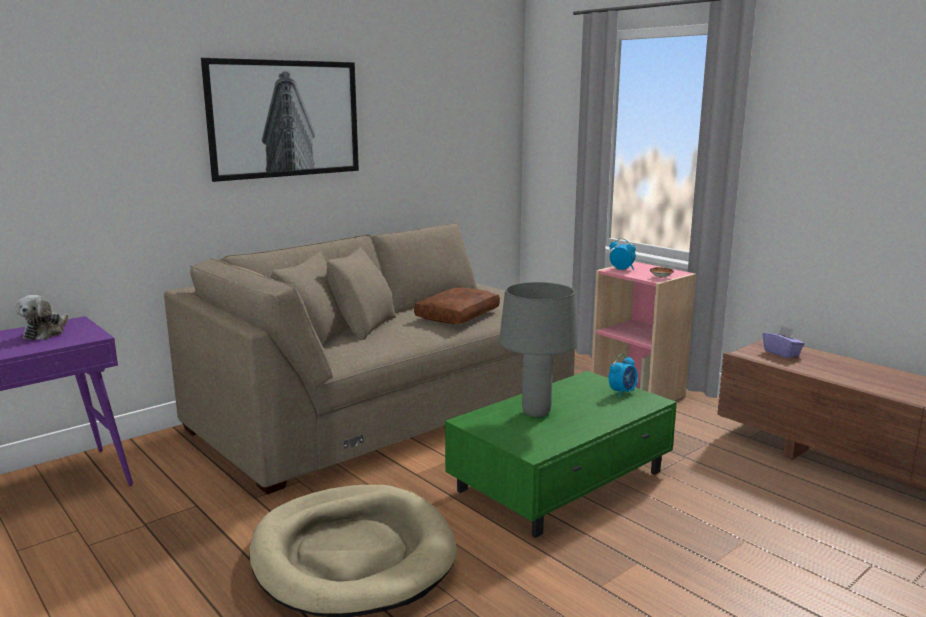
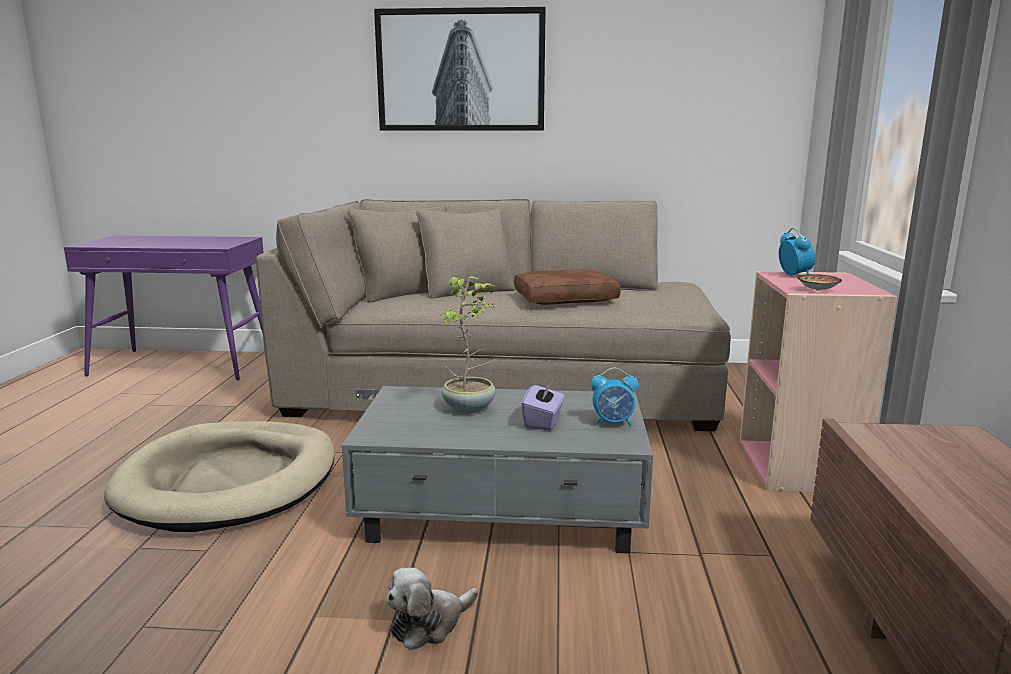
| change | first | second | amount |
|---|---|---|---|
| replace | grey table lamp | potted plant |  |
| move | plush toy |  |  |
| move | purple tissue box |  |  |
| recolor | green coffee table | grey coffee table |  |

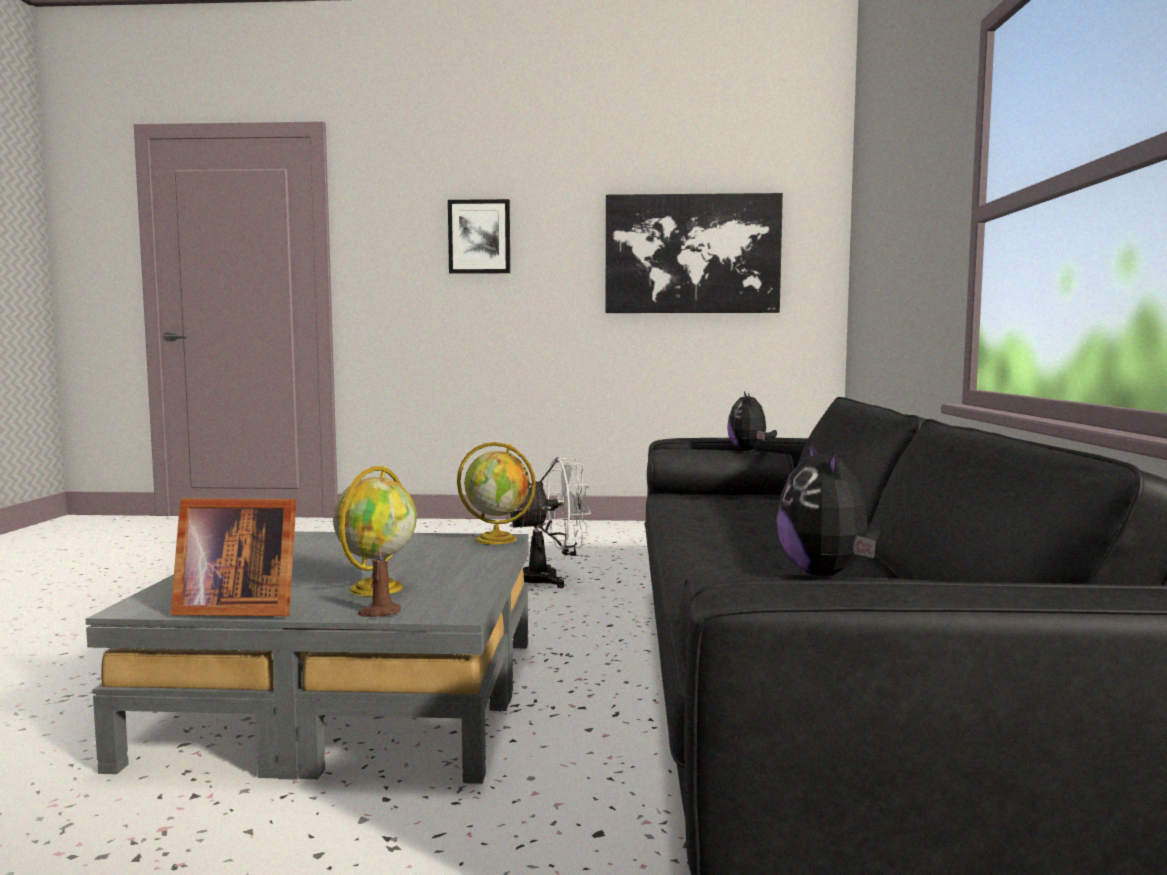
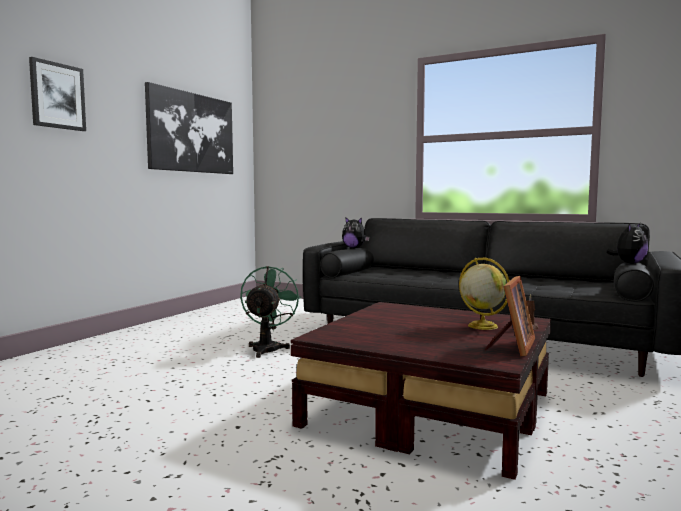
| change | first | second | amount |
|---|---|---|---|
| rotate | plush toy (2nd from left) |  | 60 degrees counterclockwise |
| delete | globe (2nd from left) |  |  |
| recolor | white fan | green fan |  |
| recolor | grey coffee table | brown coffee table |  |

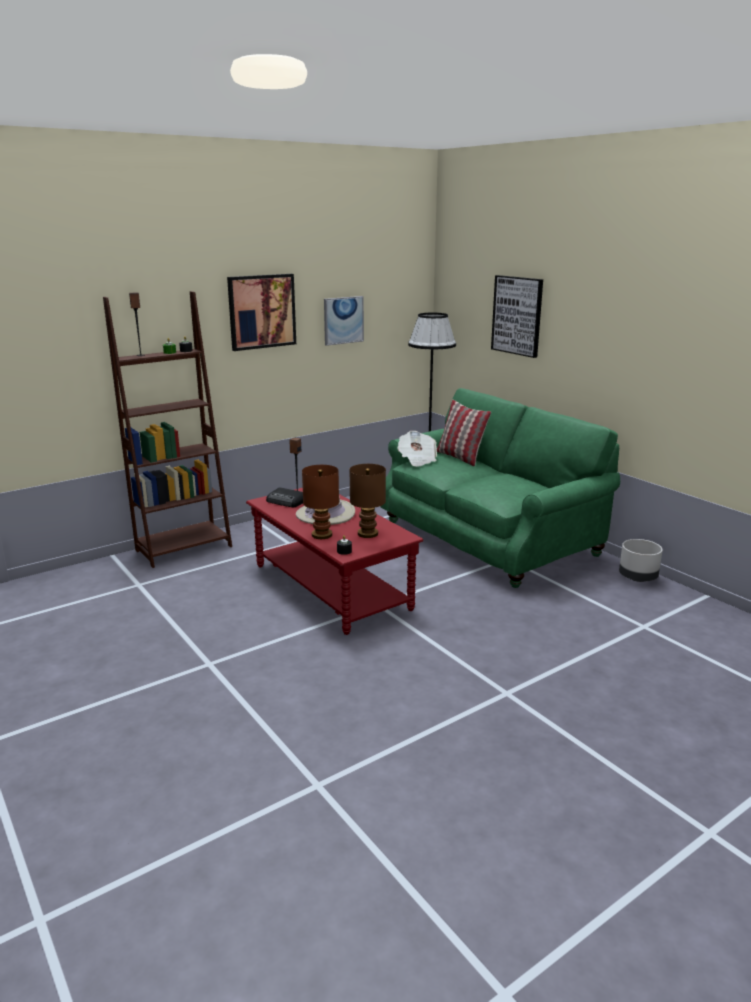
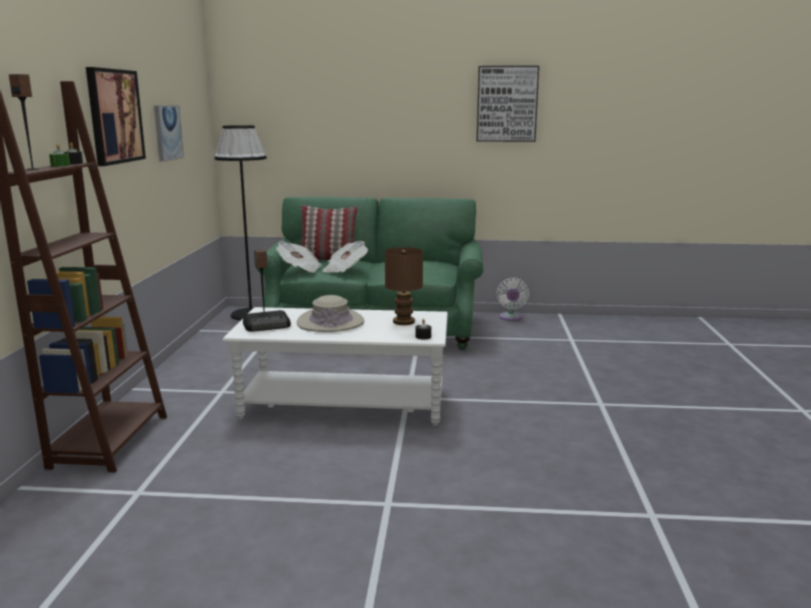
| change | first | second | amount |
|---|---|---|---|
| move | picture (3rd from left) |  |  |
| delete | brown table lamp (1st from left) |  |  |
| recolor | red coffee table | white coffee table |  |
| replace | grey planter | white fan |  |
| insert |  | newspaper (2nd from left) |  |

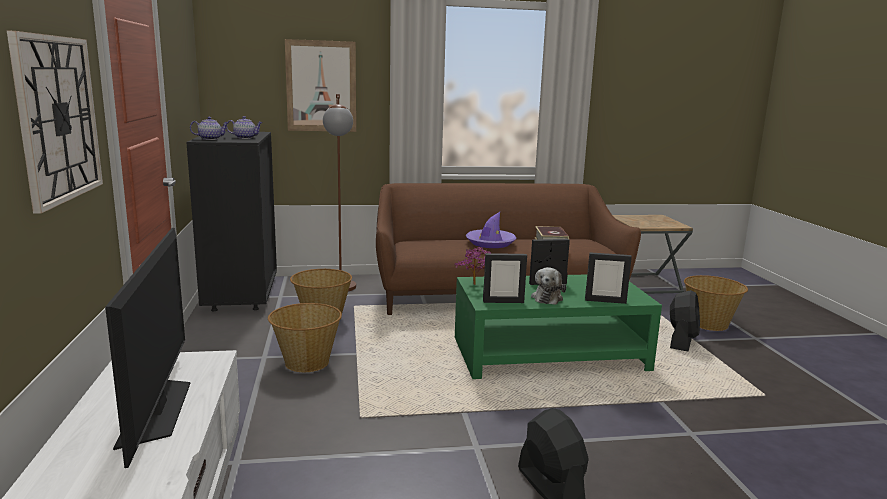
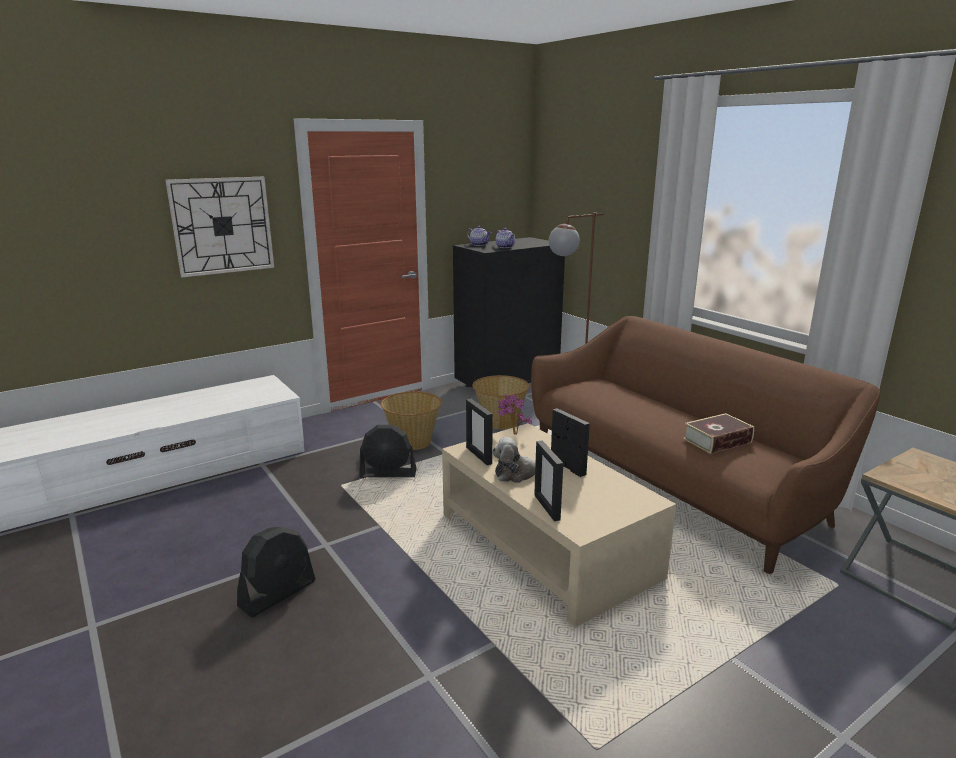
| change | first | second | amount |
|---|---|---|---|
| delete | picture |  |  |
| delete | purple hat |  |  |
| delete | television |  |  |
| recolor | green coffee table | beige coffee table |  |
| delete | basket (3rd from left) |  |  |
| move | black fan (2nd from left) |  |  |

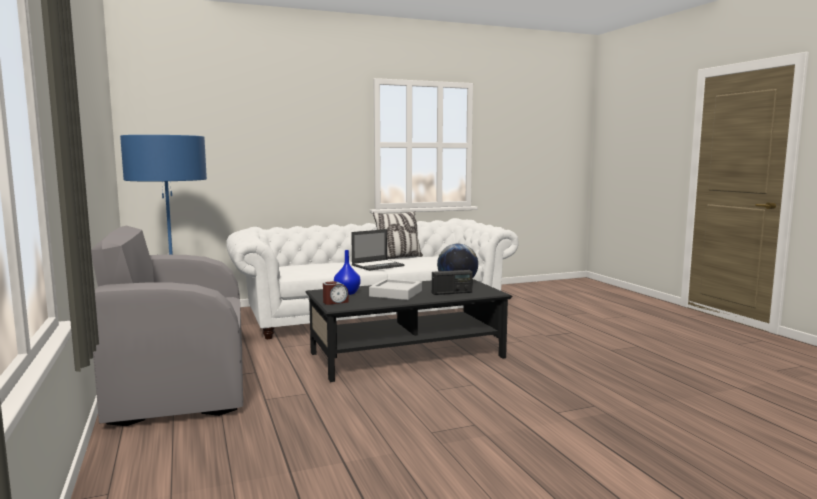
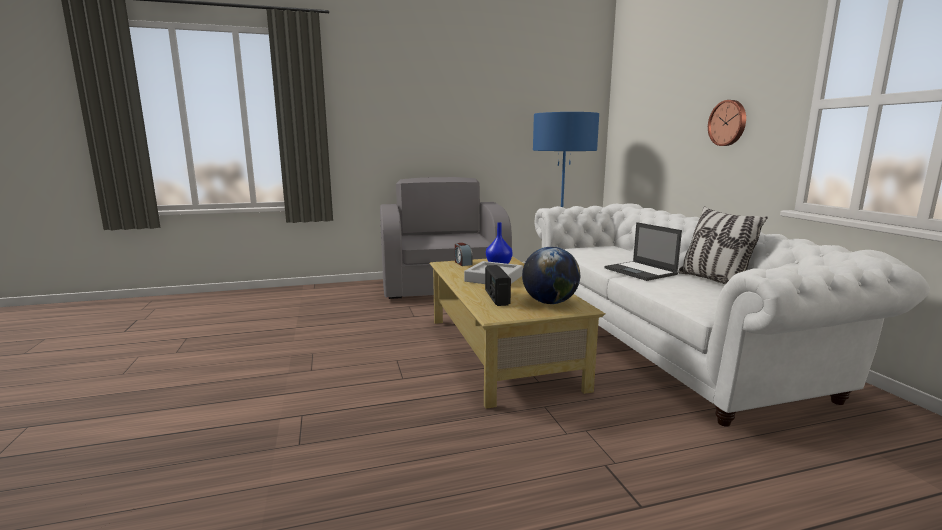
| change | first | second | amount |
|---|---|---|---|
| recolor | black coffee table | beige coffee table |  |
| insert |  | wall clock |  |

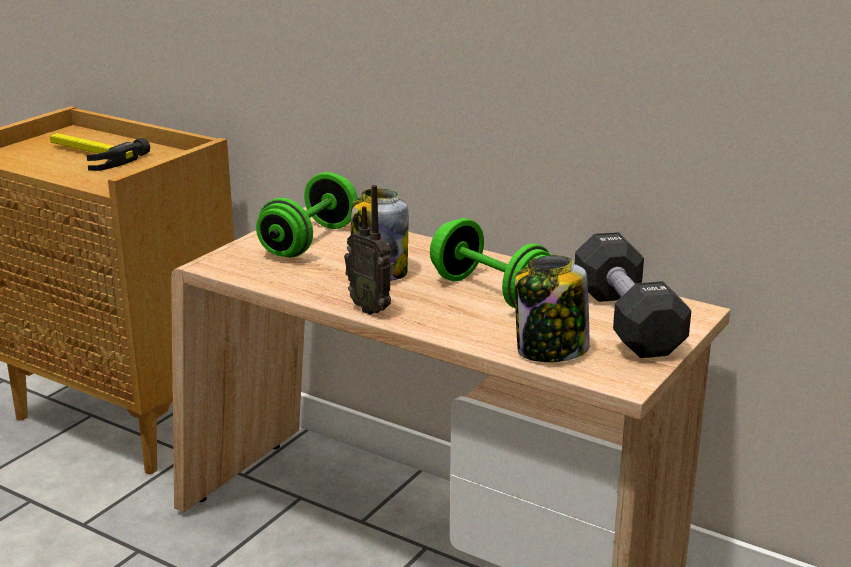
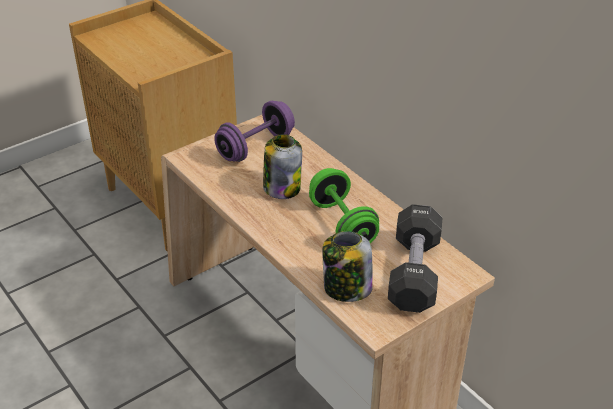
| change | first | second | amount |
|---|---|---|---|
| delete | hammer |  |  |
| recolor | green dumbbell (1st from left) | purple dumbbell |  |
| delete | radio |  |  |

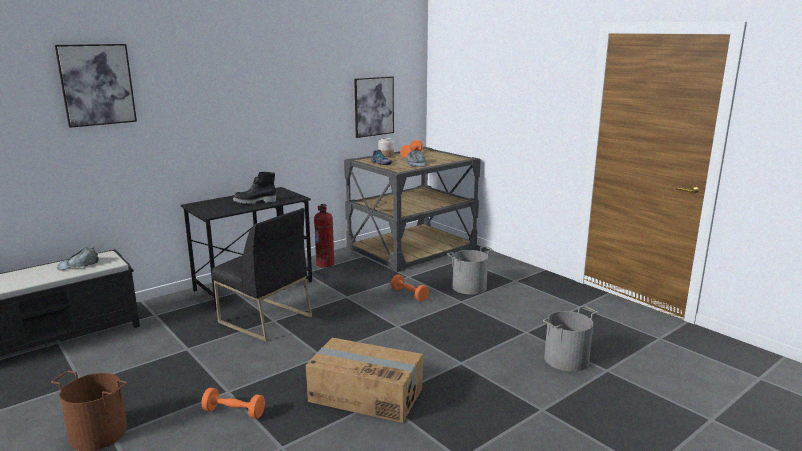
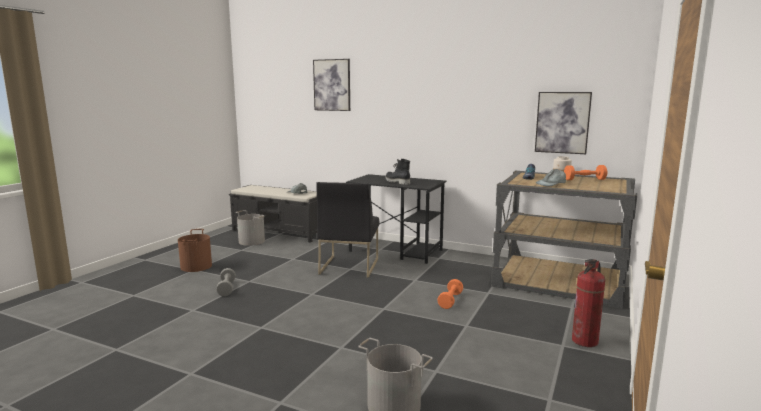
| change | first | second | amount |
|---|---|---|---|
| move | fire extinguisher |  |  |
| move | grey bucket (1st from left) |  |  |
| delete | cardboard box |  |  |
| recolor | orange dumbbell (1st from left) | grey dumbbell |  |

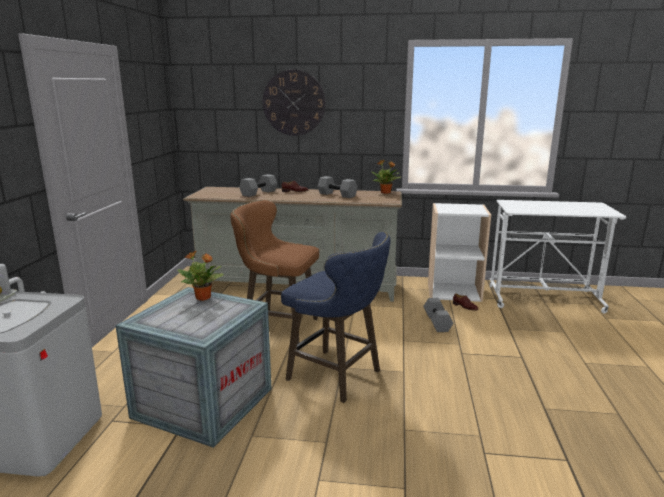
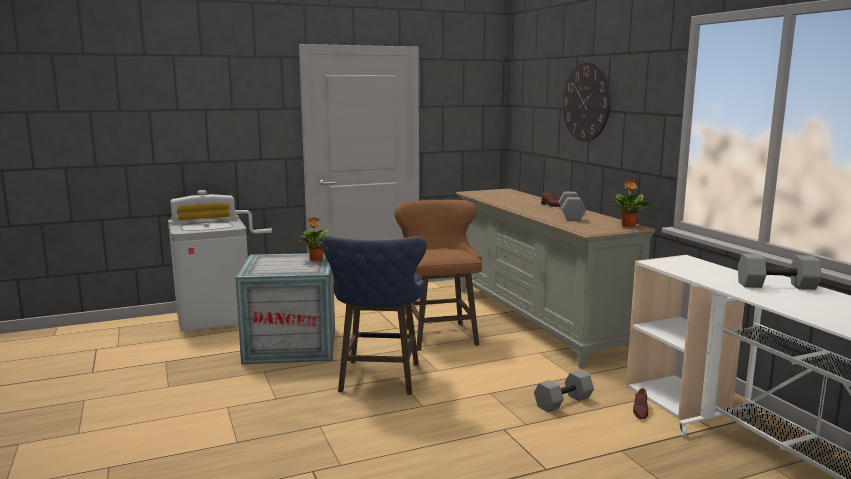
| change | first | second | amount |
|---|---|---|---|
| move | grey dumbbell (1st from left in the first image) | grey dumbbell (3rd from left) |  |

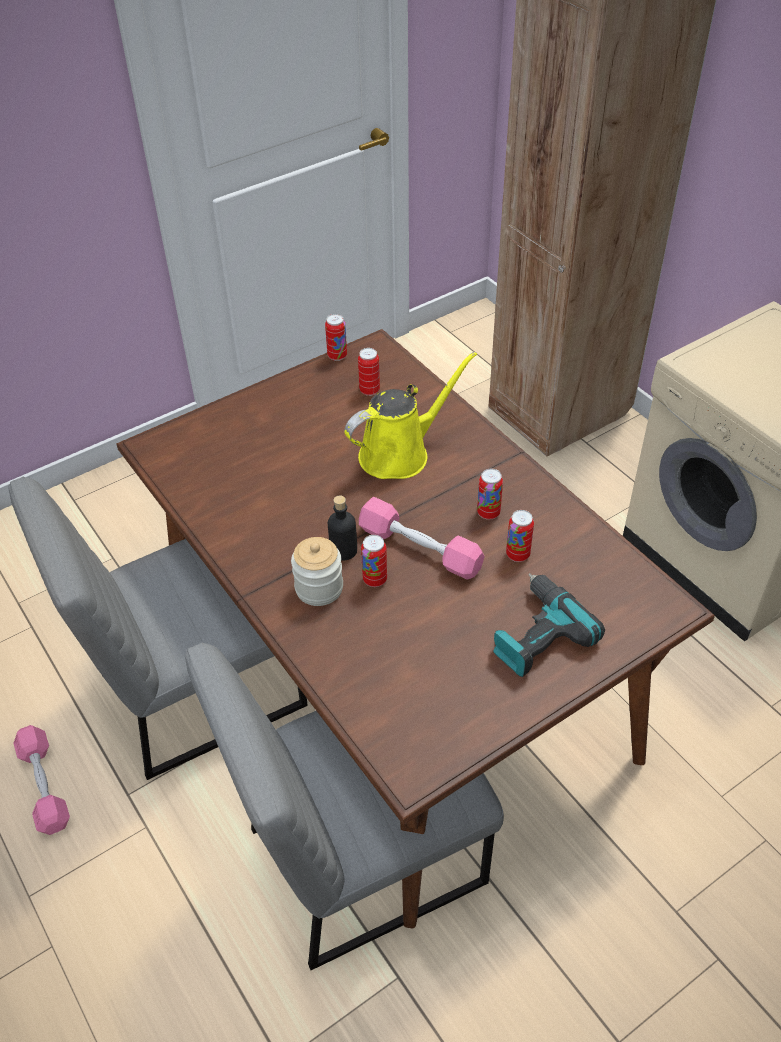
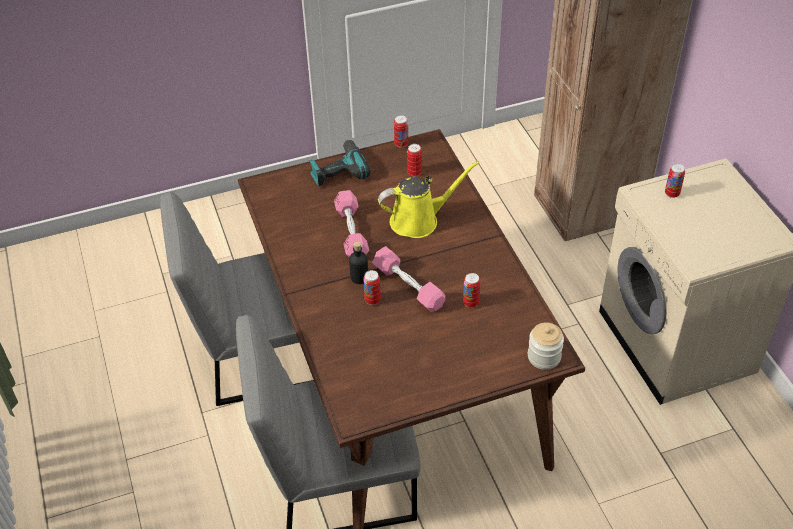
| change | first | second | amount |
|---|---|---|---|
| move | can (4th from left in the first image) | can (5th from left) |  |
| move | jar |  |  |
| move | power drill |  |  |
| move | pink dumbbell (1st from left) |  |  |

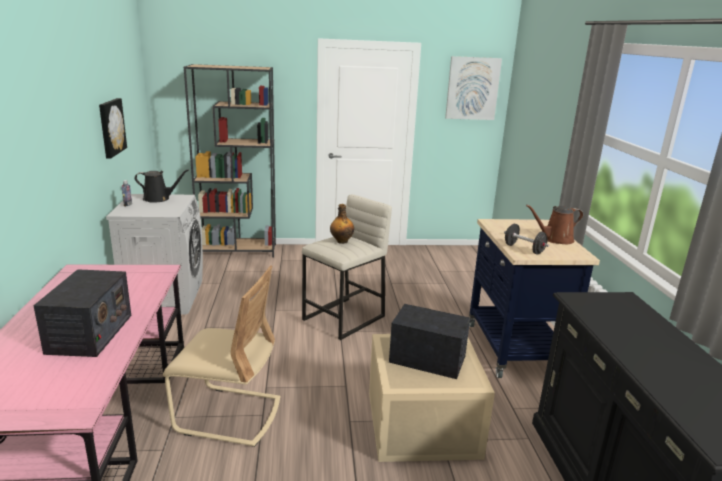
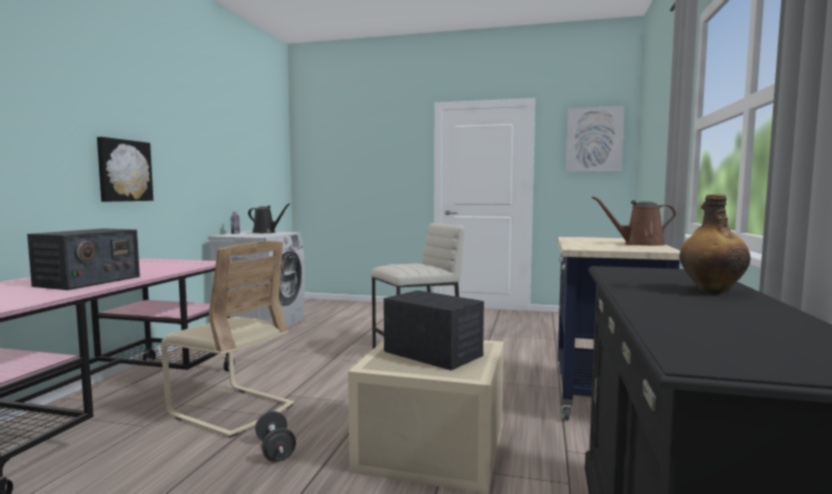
| change | first | second | amount |
|---|---|---|---|
| delete | bookcase |  |  |
| move | picture (1st from left) |  |  |
| move | bottle (2nd from left) |  |  |
| move | black dumbbell |  |  |

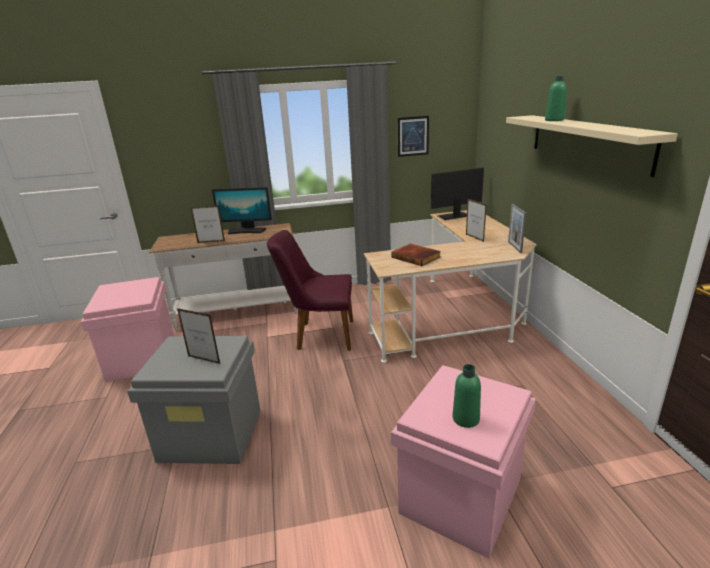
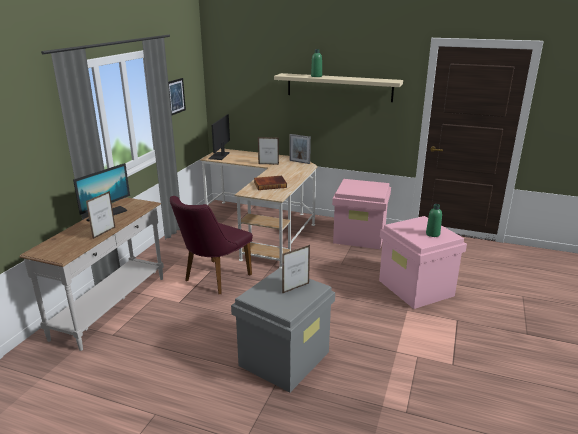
| change | first | second | amount |
|---|---|---|---|
| move | pink storage box (1st from left) |  |  |

